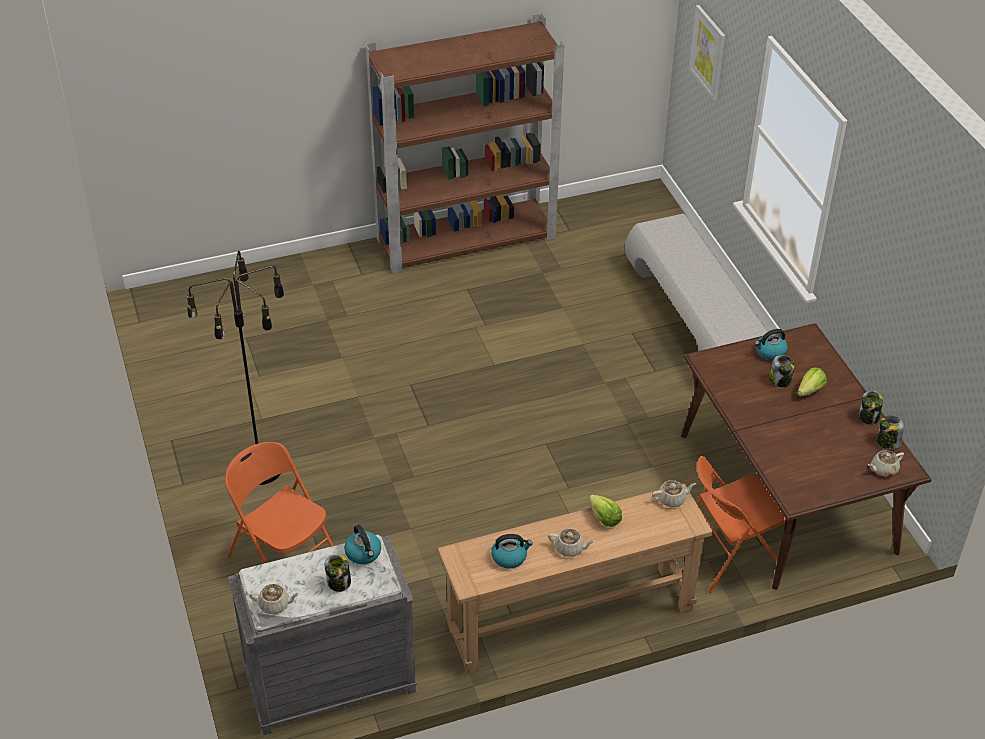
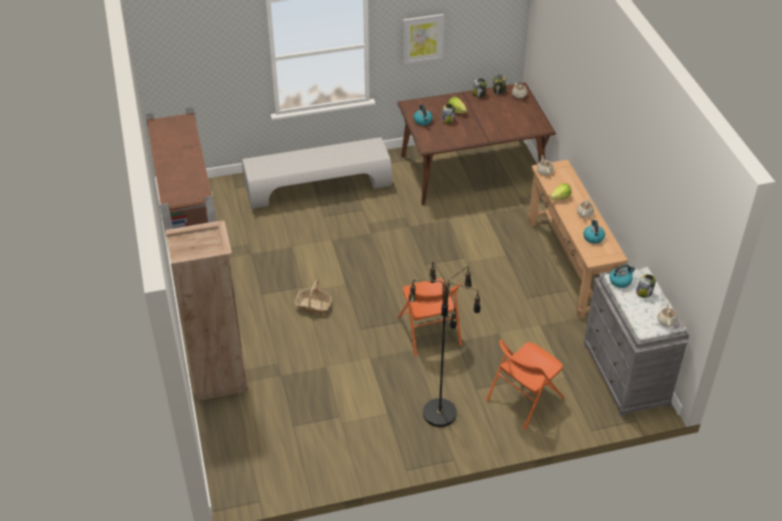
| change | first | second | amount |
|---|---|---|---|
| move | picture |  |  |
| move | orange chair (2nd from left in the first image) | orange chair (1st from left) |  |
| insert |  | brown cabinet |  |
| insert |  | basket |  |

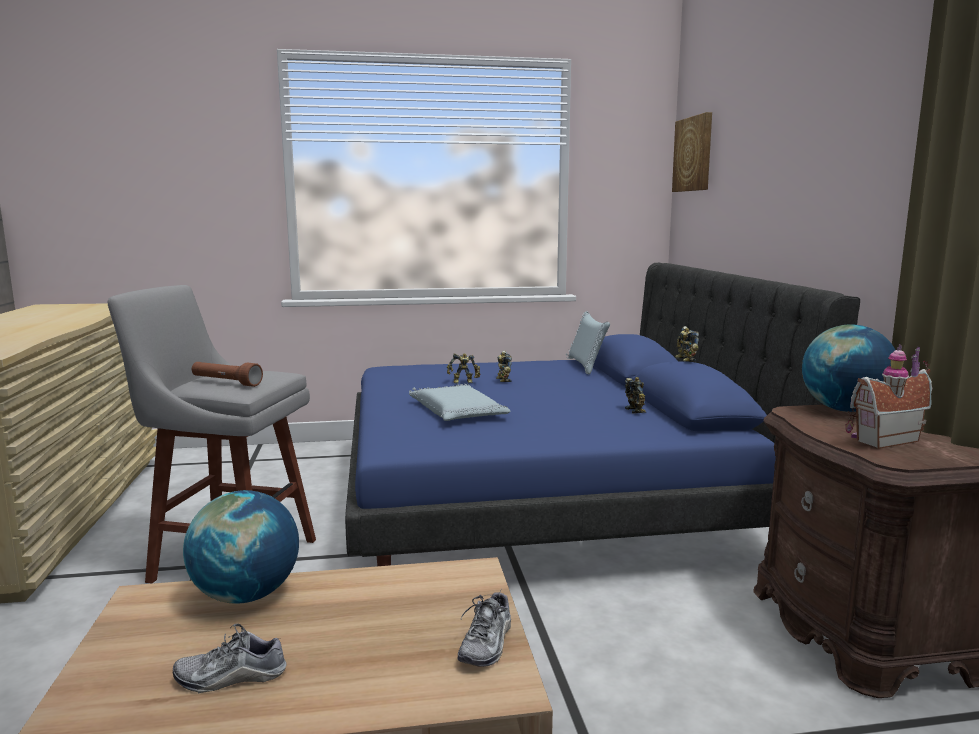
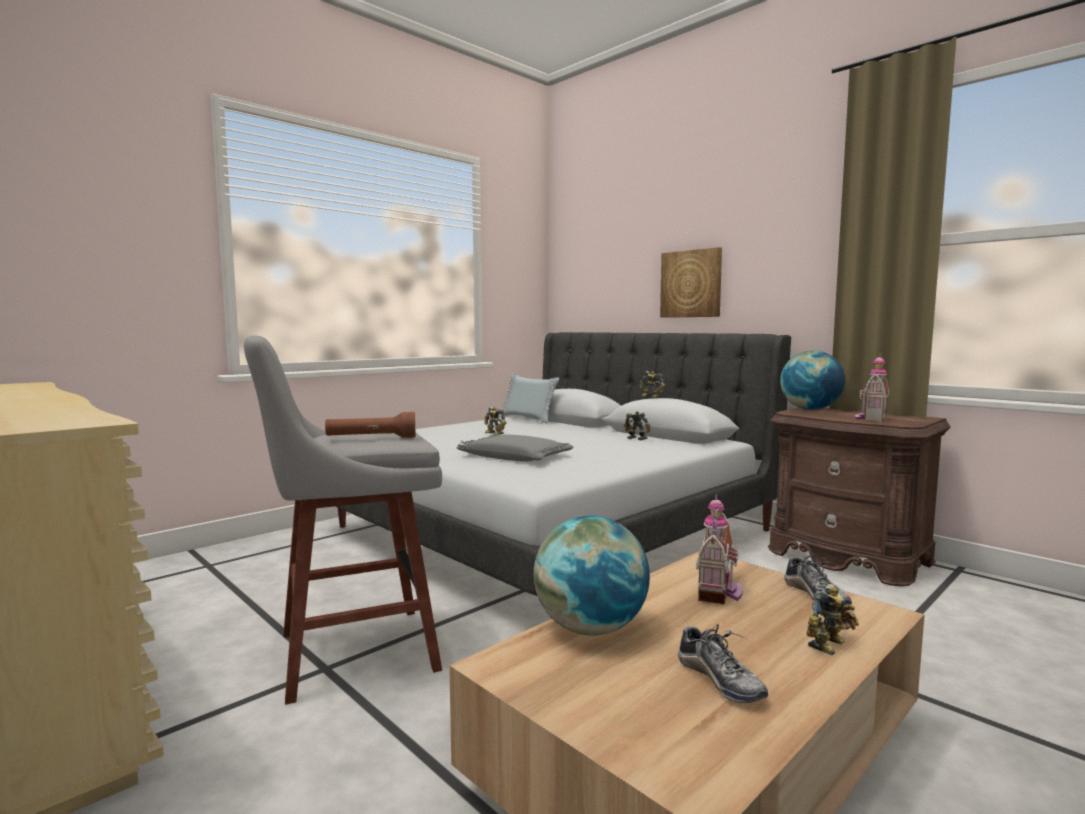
| change | first | second | amount |
|---|---|---|---|
| move | picture |  |  |
| recolor | blue bed | grey bed |  |
| move | toy robot (1st from left in the first image) | toy robot (4th from left) |  |
| recolor | blue pillow (1st from left) | grey pillow |  |
| rotate | shoe (1st from left) |  | 75 degrees counterclockwise |
| insert |  | toy house (1st from left) |  |

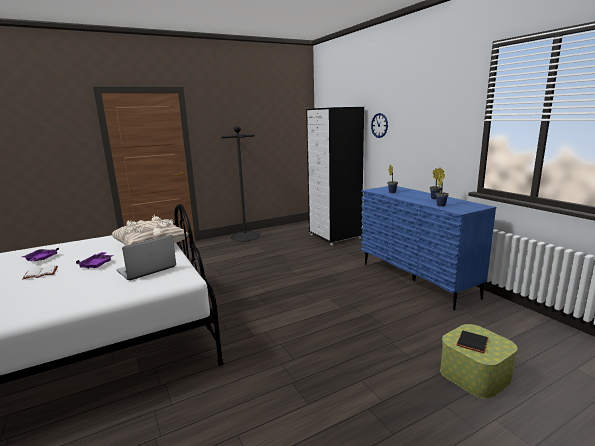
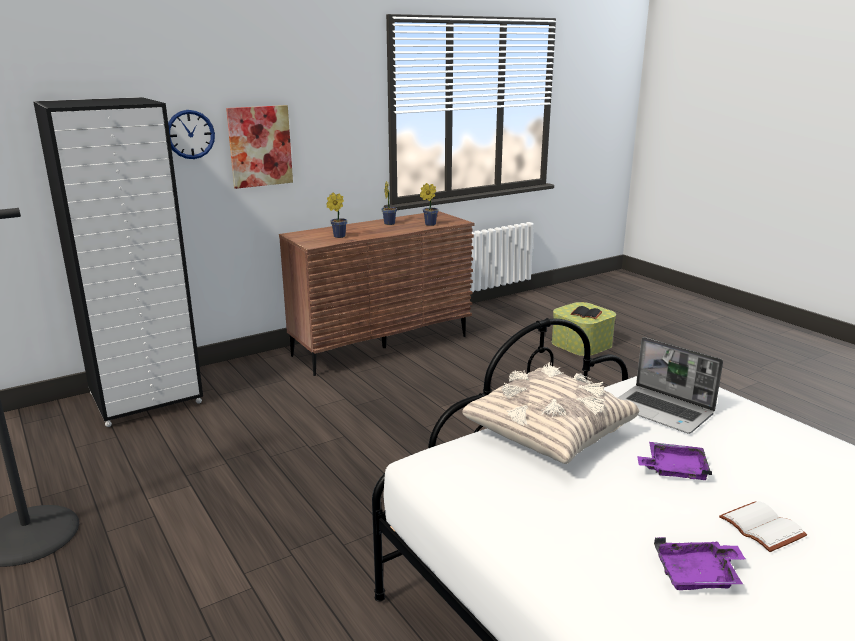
| change | first | second | amount |
|---|---|---|---|
| recolor | blue dresser | brown dresser |  |
| insert |  | picture |  |

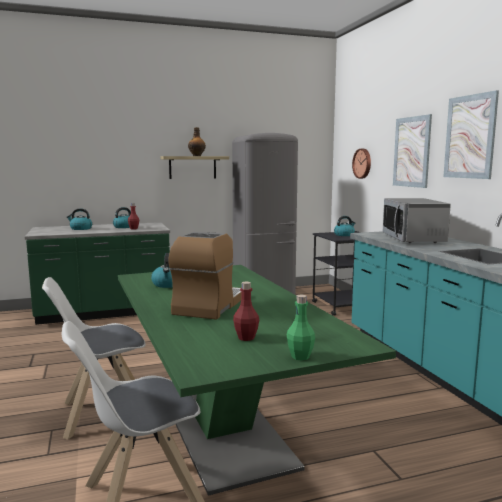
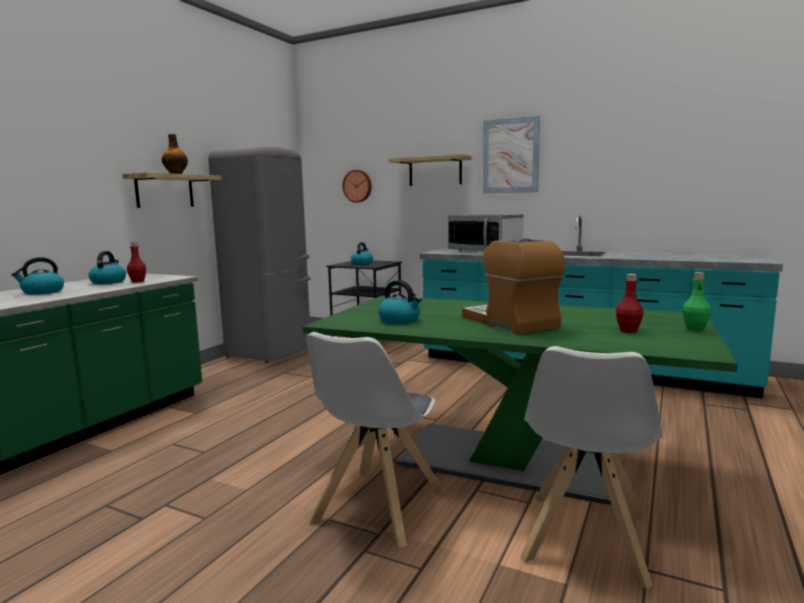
| change | first | second | amount |
|---|---|---|---|
| replace | picture (1st from left) | shelf (2nd from left) |  |

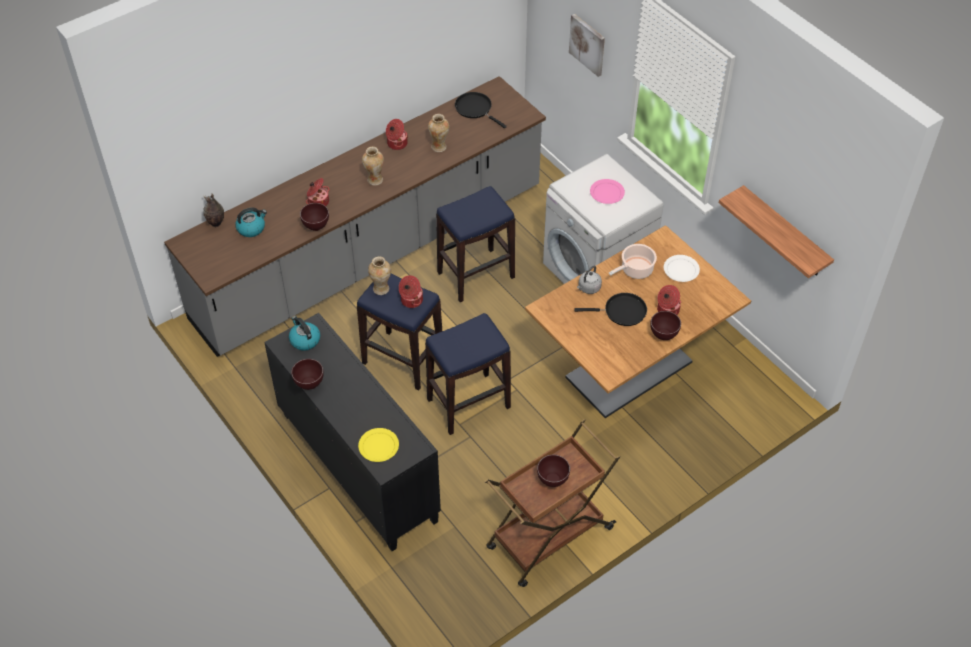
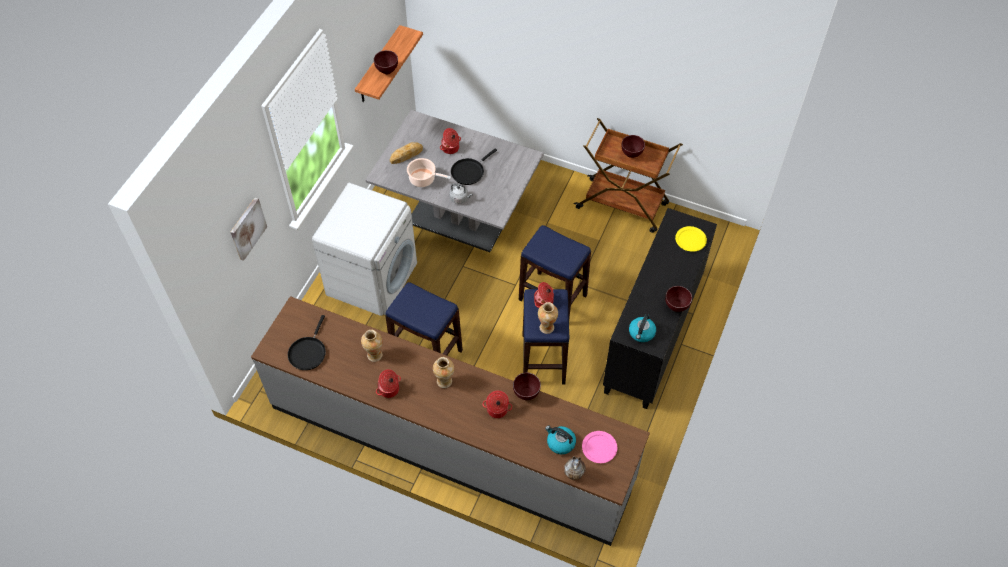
| change | first | second | amount |
|---|---|---|---|
| move | pink plate |  |  |
| recolor | brown dining table | grey dining table |  |
| replace | white plate | bread |  |
| rotate | black frying pan (2nd from left) |  | 105 degrees counterclockwise |
| move | brown bowl (4th from left in the first image) | brown bowl (1st from left) |  |

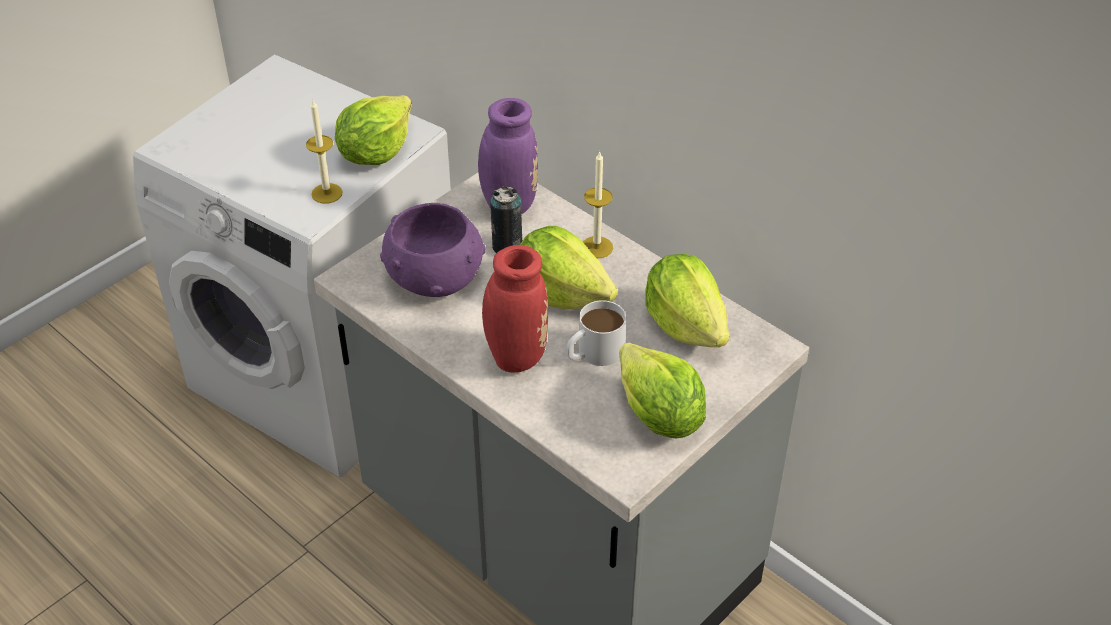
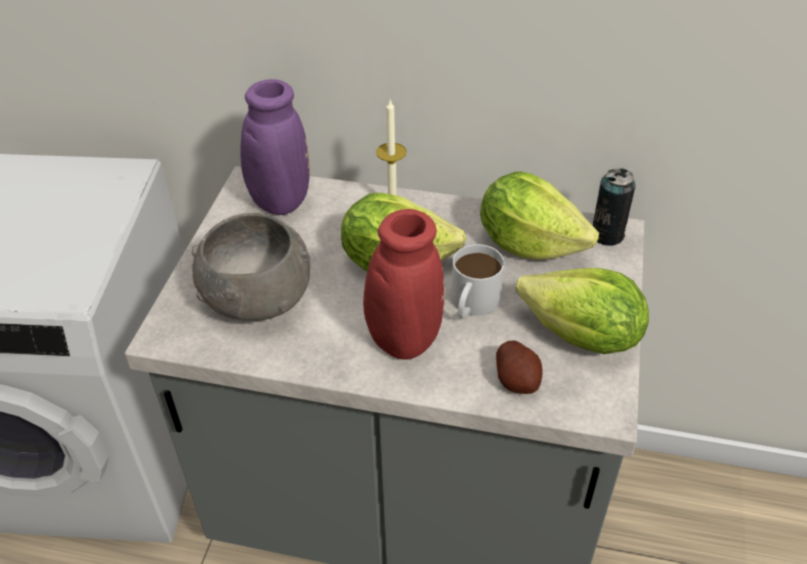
| change | first | second | amount |
|---|---|---|---|
| delete | lettuce (1st from left) |  |  |
| delete | candle (1st from left) |  |  |
| move | can |  |  |
| recolor | purple bowl | grey bowl |  |
| insert |  | potato |  |

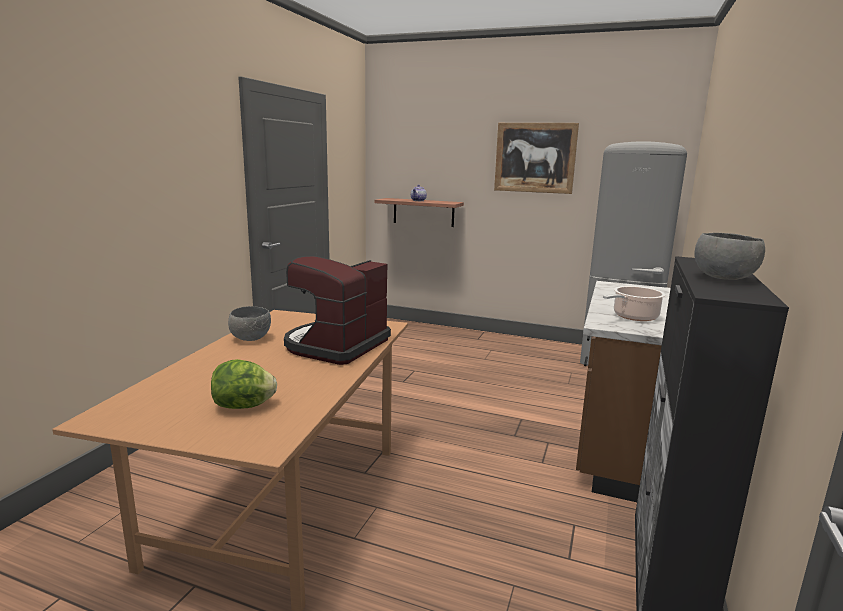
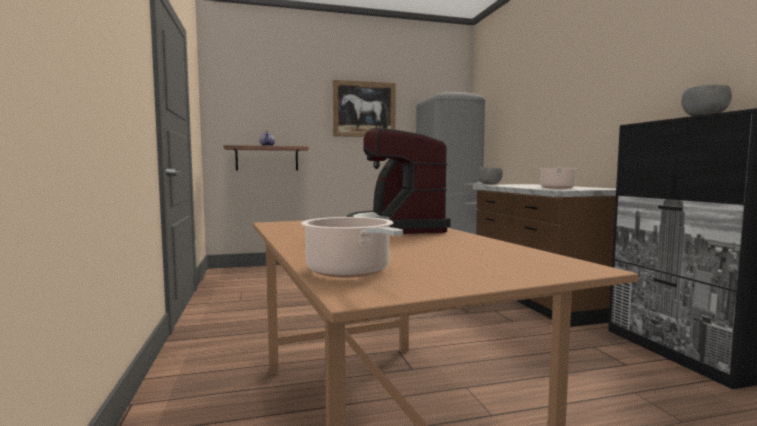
| change | first | second | amount |
|---|---|---|---|
| move | grey bowl (1st from left) |  |  |
| delete | lettuce |  |  |
| insert |  | cooking pot (1st from left) |  |

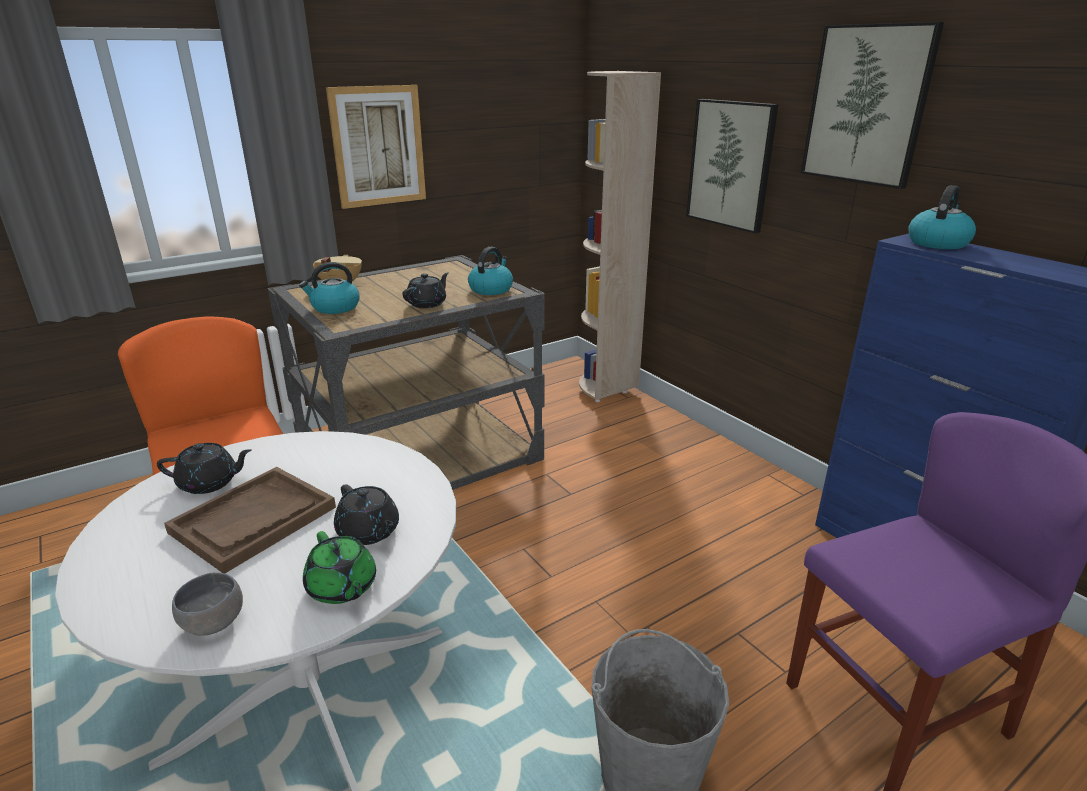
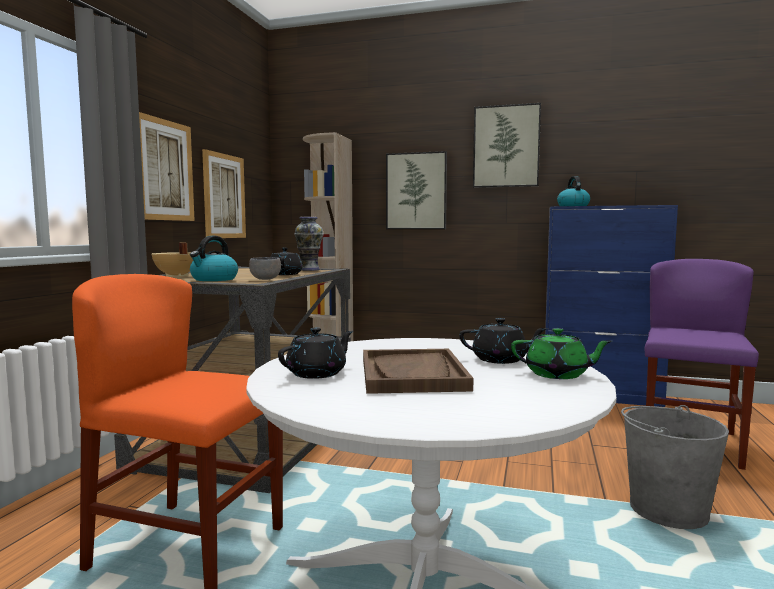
| change | first | second | amount |
|---|---|---|---|
| replace | kettle (2nd from left) | vase |  |
| move | grey bowl |  |  |
| insert |  | picture (2nd from left) |  |

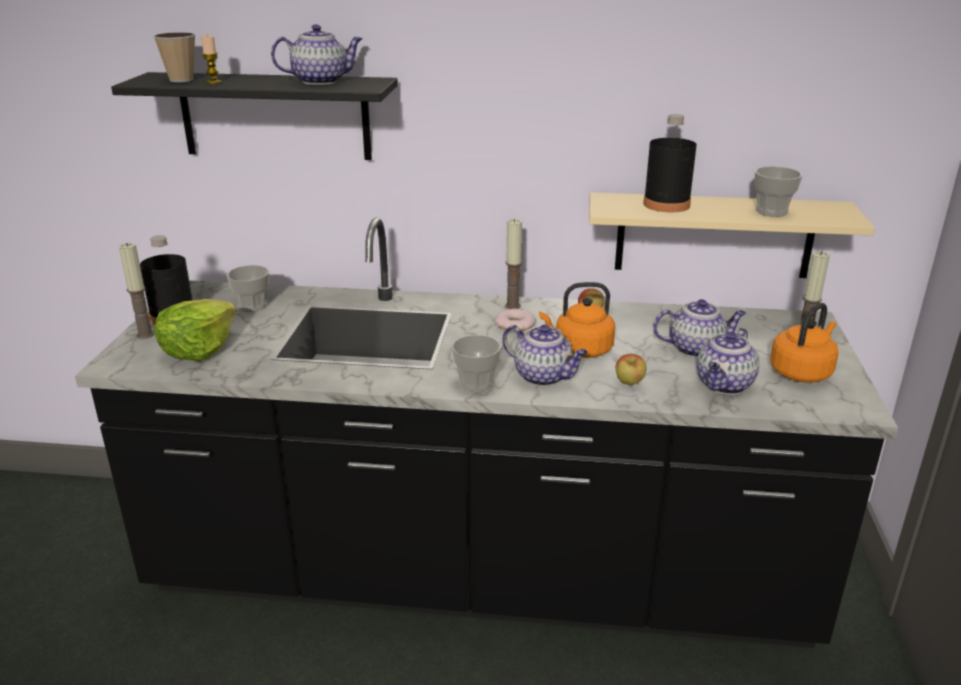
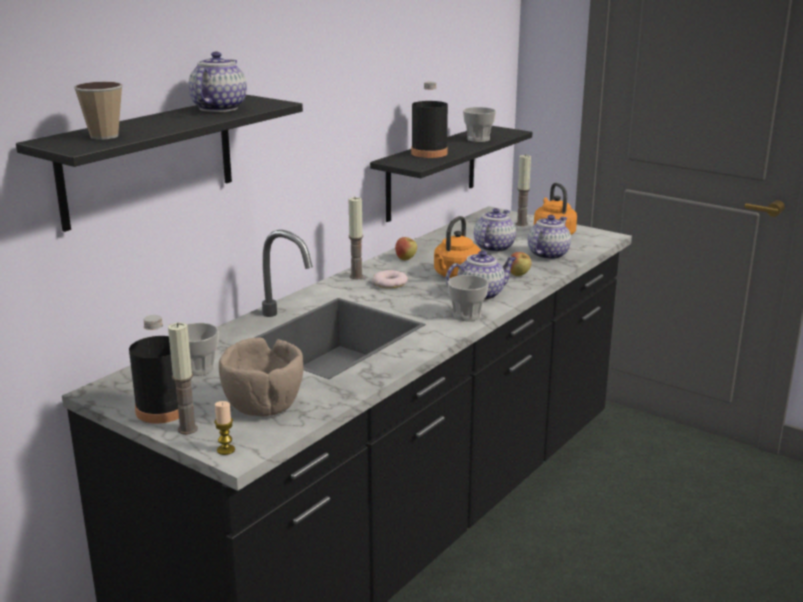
| change | first | second | amount |
|---|---|---|---|
| move | candle (2nd from left) |  |  |
| recolor | beige shelf | black shelf (2nd from left) |  |
| replace | lettuce | brown bowl |  |
| rotate | teapot (4th from left) |  | 120 degrees counterclockwise |

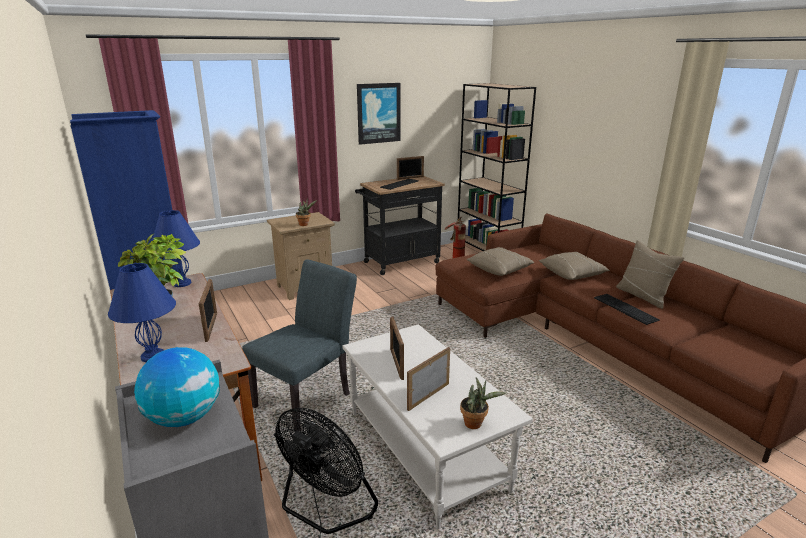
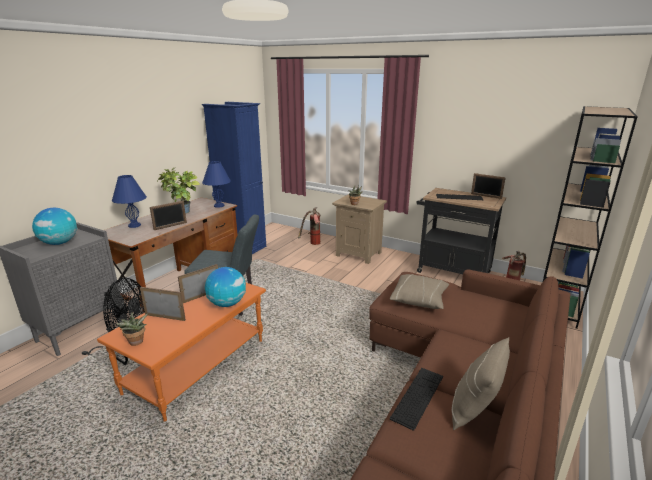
| change | first | second | amount |
|---|---|---|---|
| delete | picture |  |  |
| delete | beige pillow (2nd from left) |  |  |
| recolor | white coffee table | orange coffee table |  |
| insert |  | fire extinguisher (1st from left) |  |
| insert |  | globe (2nd from left) |  |

